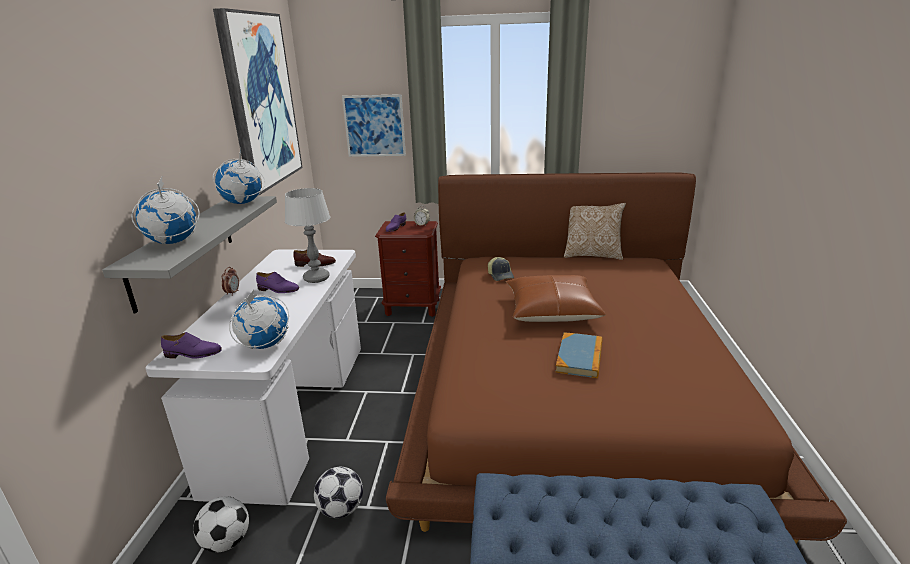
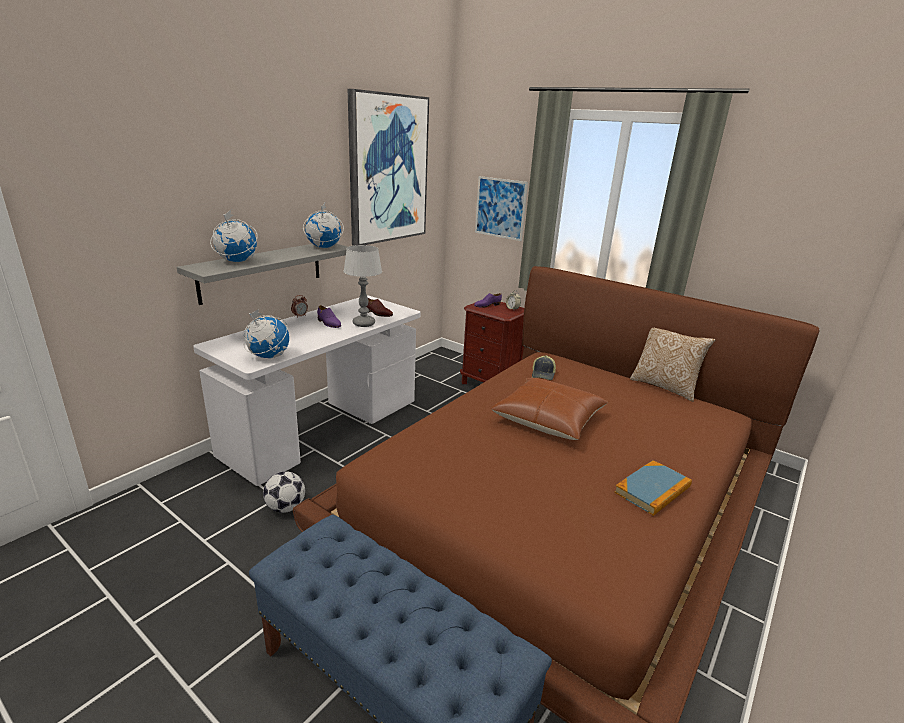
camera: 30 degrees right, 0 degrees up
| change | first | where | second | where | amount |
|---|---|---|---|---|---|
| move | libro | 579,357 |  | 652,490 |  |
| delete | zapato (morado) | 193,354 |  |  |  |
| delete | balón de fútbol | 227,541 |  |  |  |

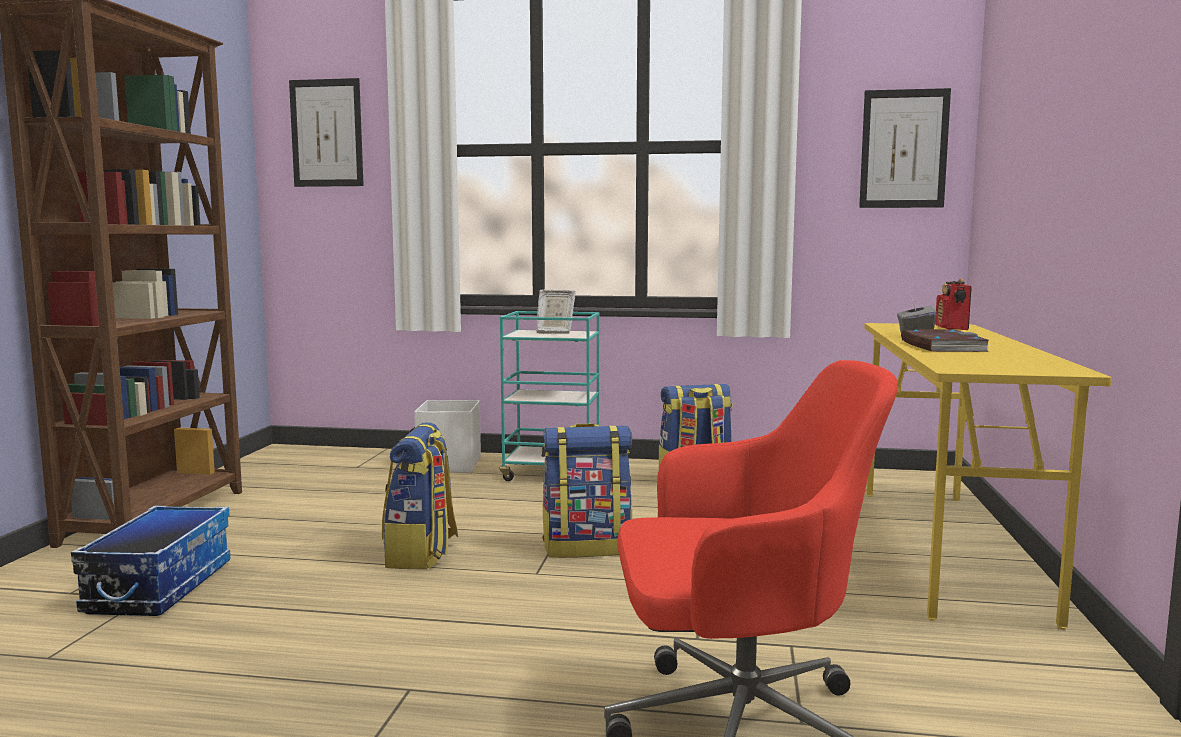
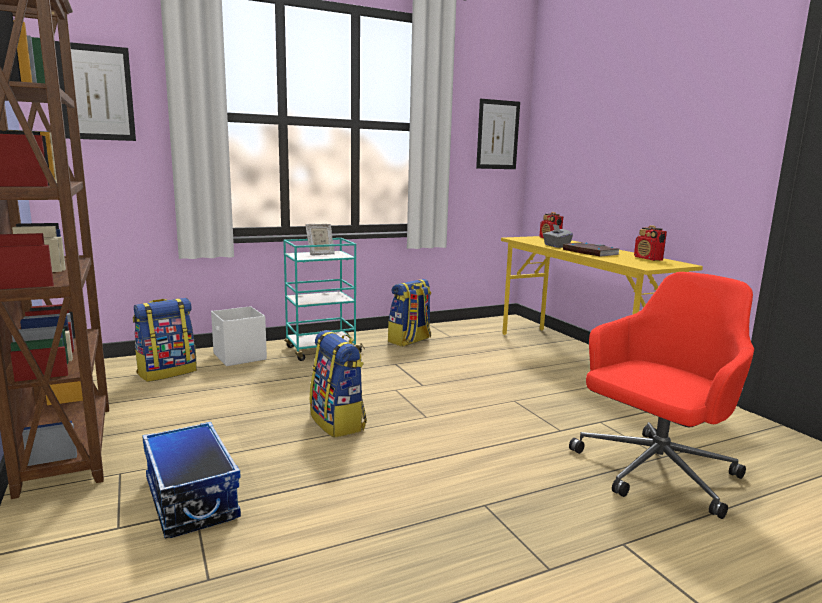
camera: 35 degrees left, 5 degrees up
| change | first | where | second | where | amount |
|---|---|---|---|---|---|
| move | mochila | 587,547 |  | 167,372 |  |
| insert |  |  | radio | 648,259 |  |

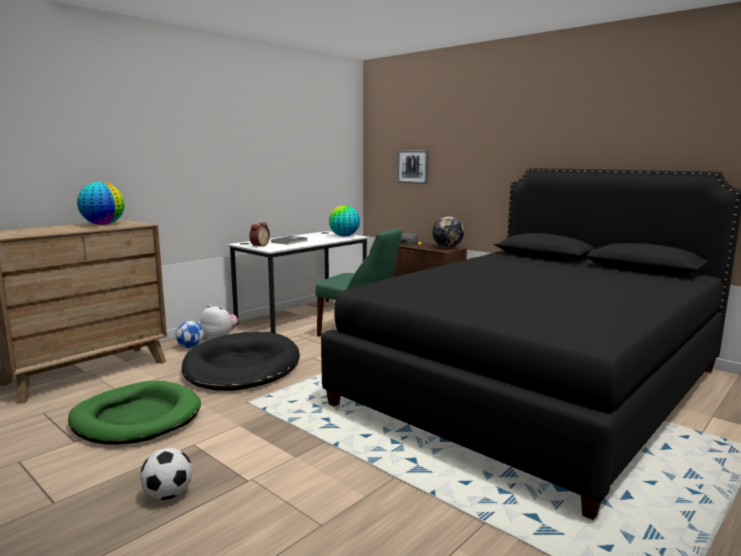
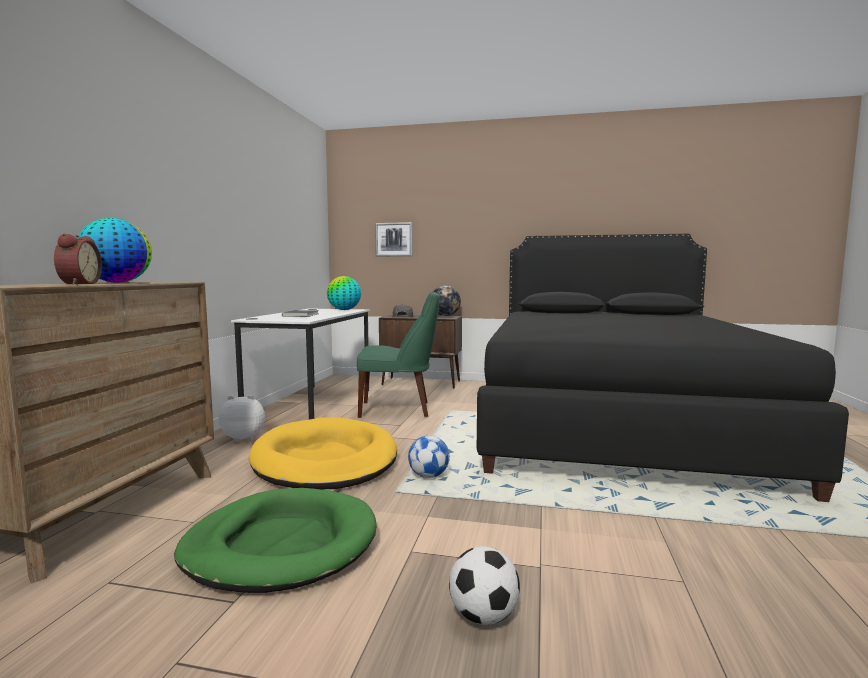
camera: 30 degrees left, 5 degrees down
| change | first | where | second | where | amount |
|---|---|---|---|---|---|
| move | despertador | 258,246 |  | 77,284 |  |
| recolor | cama para perro (negro) | 242,367 | cama para perro (amarillo) | 325,460 |  |
| move | balón de fútbol | 191,347 |  | 428,476 |  |

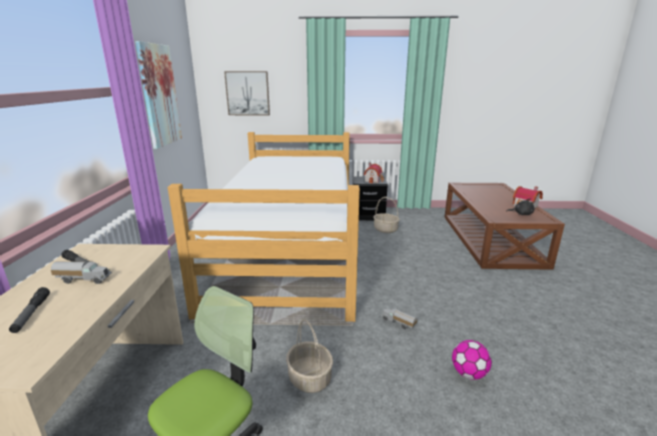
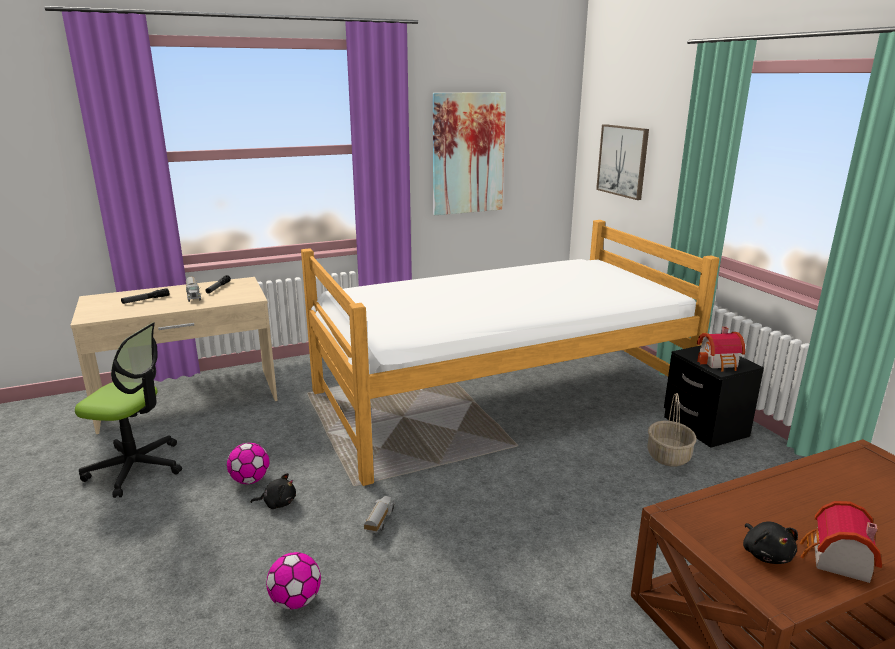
camera: 65 degrees right, 0 degrees up
| change | first | where | second | where | amount |
|---|---|---|---|---|---|
| replace | cesta | 309,378 | balón de fútbol | 250,480 |  |
| insert |  |  | peluche (negro) | 278,503 |  |

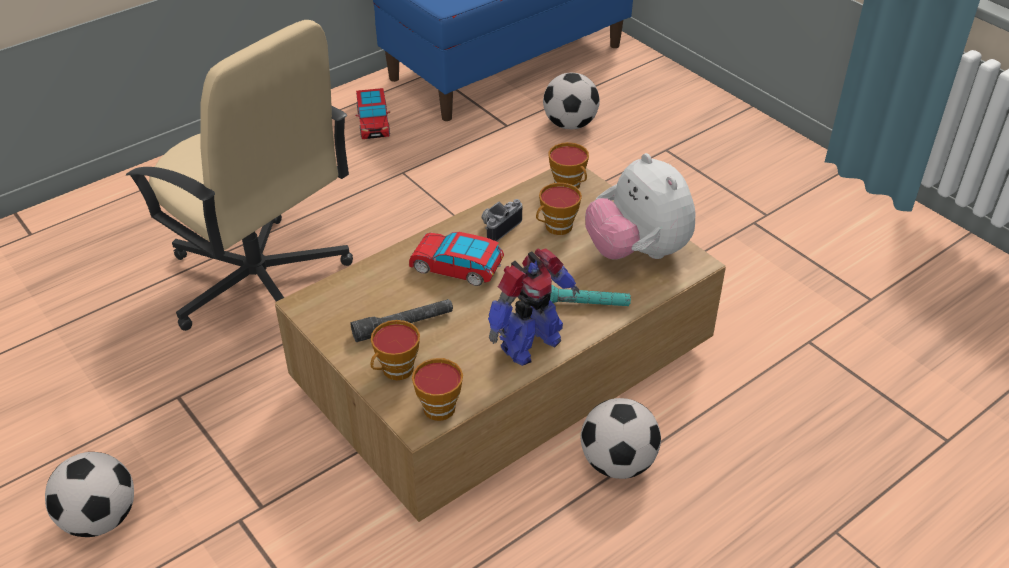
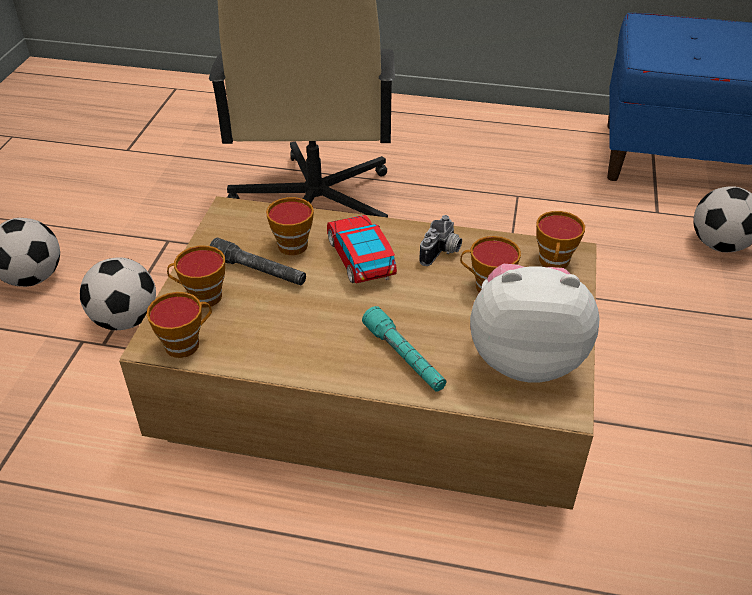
camera: 50 degrees right, 0 degrees up
| change | first | where | second | where | amount |
|---|---|---|---|---|---|
| move | balón de fútbol | 617,463 |  | 125,320 |  |
| insert |  |  | taza | 289,244 |  |
| rotate | cámara | 498,226 |  | 442,253 | 120 degrees clockwise |
| rotate | peluche | 637,252 |  | 525,356 | 75 degrees clockwise |
| delete | coche de juguete | 373,122 |  |  |  |
| delete | robot de juguete | 529,344 |  |  |  |

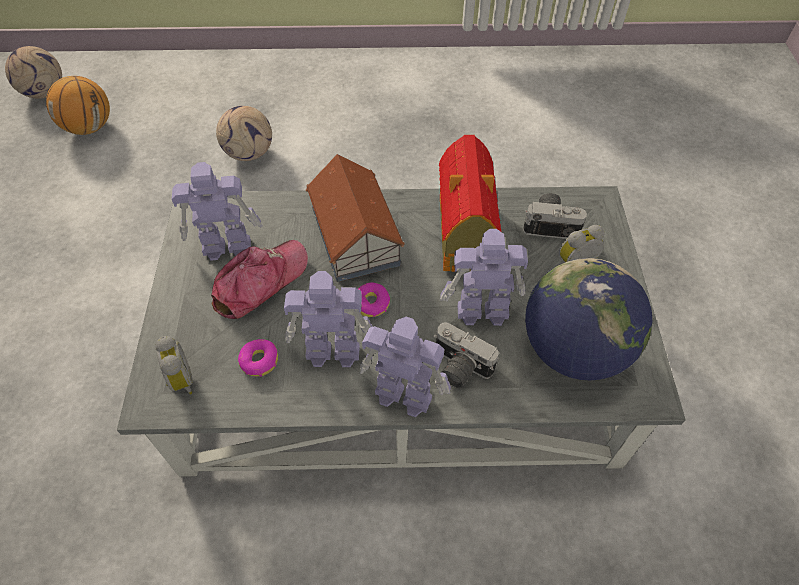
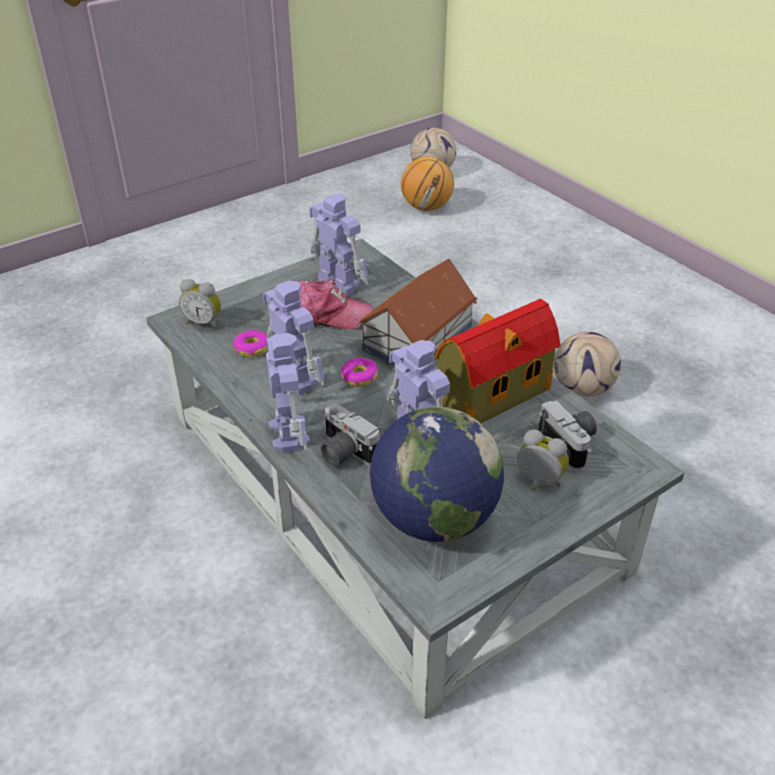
camera: 55 degrees right, 15 degrees down
| change | first | where | second | where | amount |
|---|---|---|---|---|---|
| rotate | despertador | 179,380 |  | 204,322 | 75 degrees clockwise |
| rotate | cámara | 458,368 |  | 343,453 | 45 degrees counterclockwise |
| move | balón de fútbol | 250,153 |  | 583,389 |  |

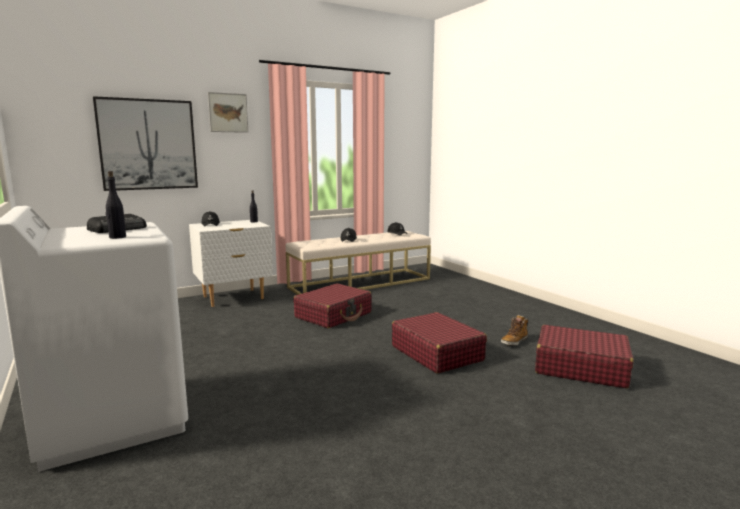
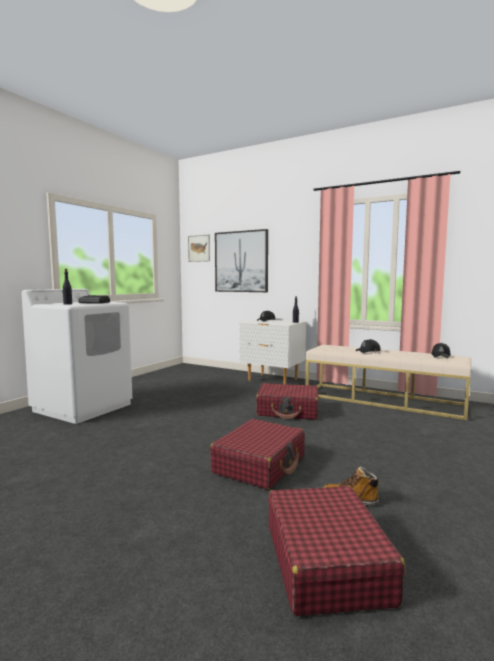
camera: 60 degrees right, 5 degrees down
| change | first | where | second | where | amount |
|---|---|---|---|---|---|
| move | cuadro | 228,112 |  | 199,248 |  |

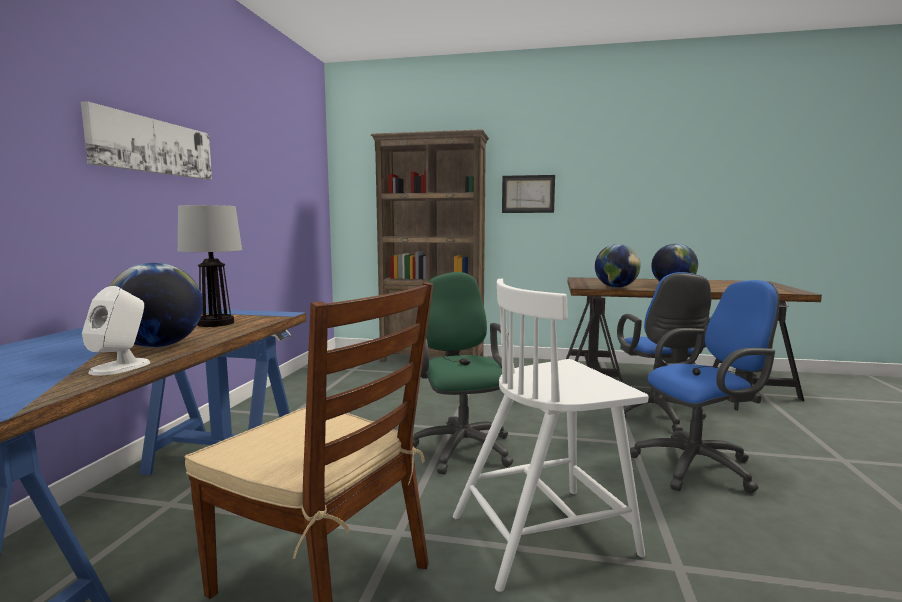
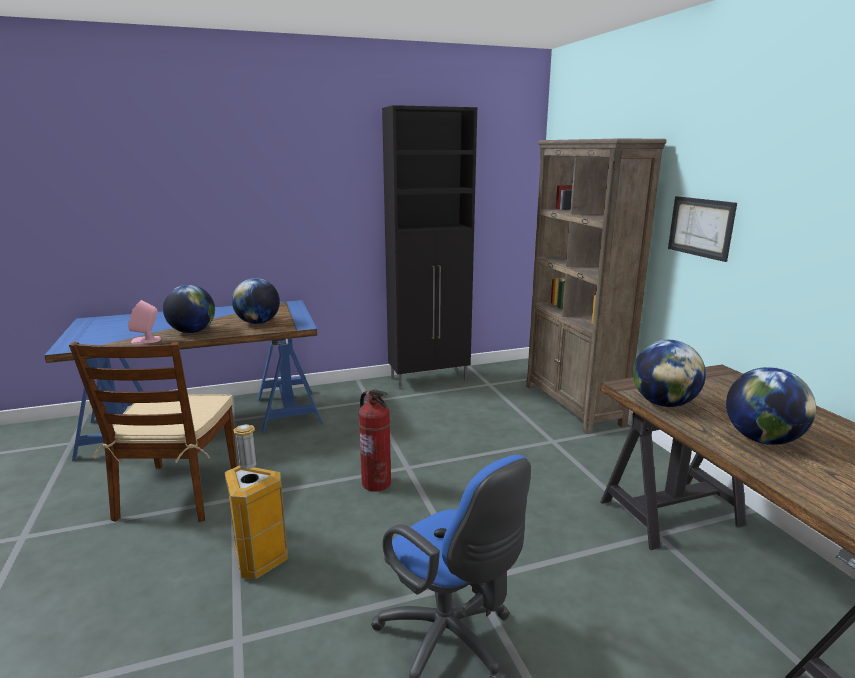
camera: 60 degrees right, 10 degrees up
| change | first | where | second | where | amount |
|---|---|---|---|---|---|
| recolor | altavoz (blanco) | 121,367 | altavoz (rosa) | 146,340 |  |
| replace | silla (blanco) | 546,534 | papelera | 258,560 |  |
| replace | lámpara de mesa | 216,323 | globo terráqueo | 258,323 |  |
| replace | silla de oficina (verde) | 461,446 | extintor | 376,483 |  |
| insert |  |  | armario (negro) | 430,379 |  |
| delete | cuadro | 153,146 |  |  |  |
| delete | silla de oficina (azul) | 656,416 |  |  |  |

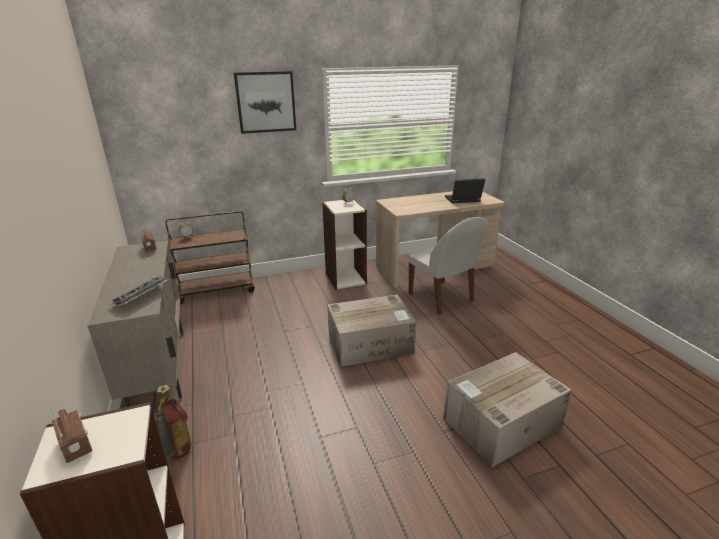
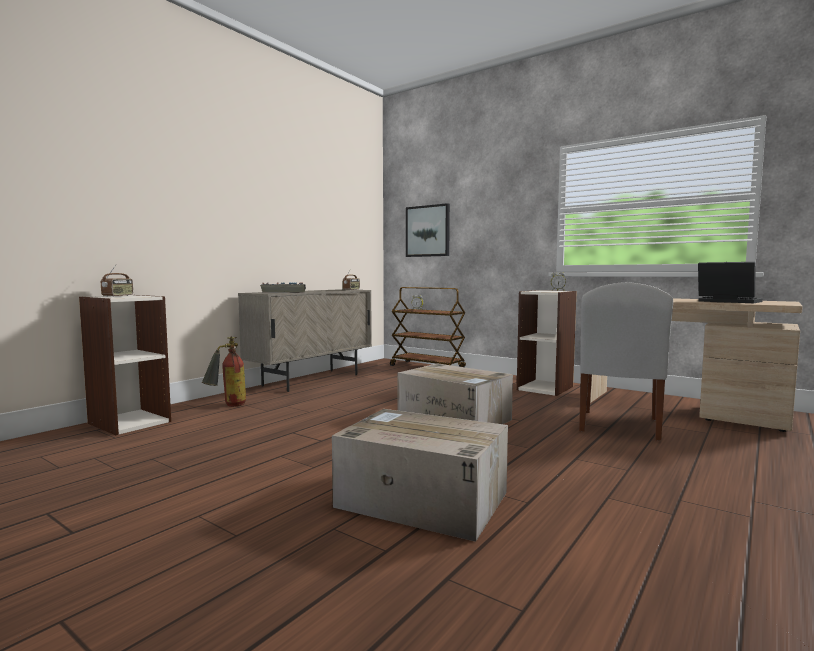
camera: 55 degrees right, 20 degrees down
| change | first | where | second | where | amount |
|---|---|---|---|---|---|
| move | cuadro | 266,102 |  | 428,231 |  |

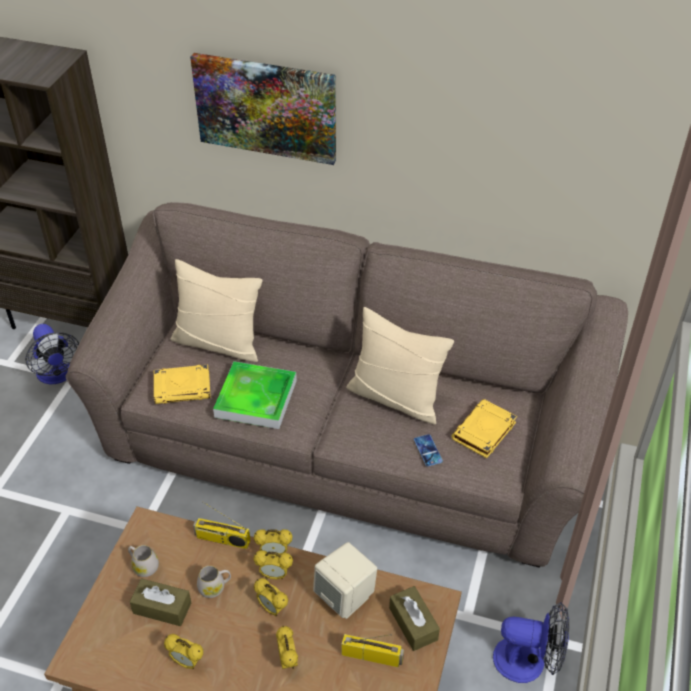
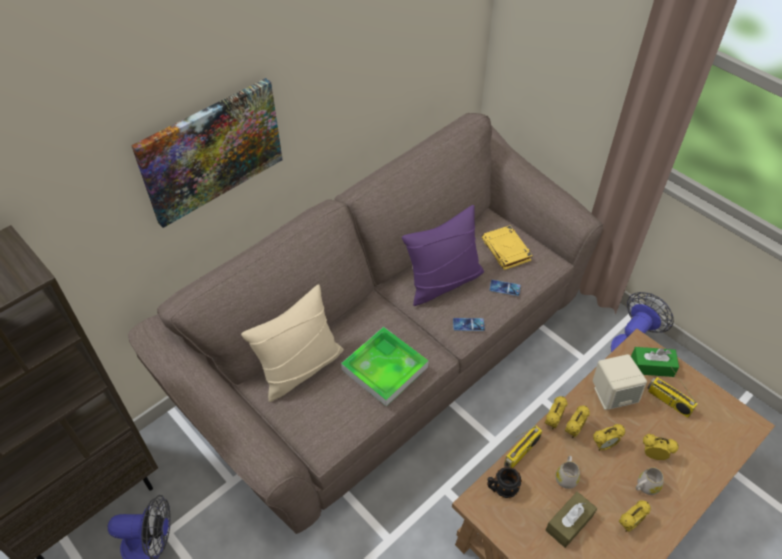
camera: 60 degrees left, 5 degrees up
| change | first | where | second | where | amount |
|---|---|---|---|---|---|
| recolor | cojín (beis) | 396,398 | cojín (morado) | 443,282 |  |
| insert |  |  | móvil | 468,324 |  |
| insert |  |  | taza grande (negro) | 501,489 |  |
| recolor | caja de pañuelos (marrón) | 413,624 | caja de pañuelos (verde) | 652,366 |  |
| move | taza grande (blanco) | 143,566 |  | 645,487 |  |
| rotate | radio | 372,655 |  | 668,401 | 90 degrees counterclockwise |
| delete | libro (amarillo) | 183,387 |  |  |  |

